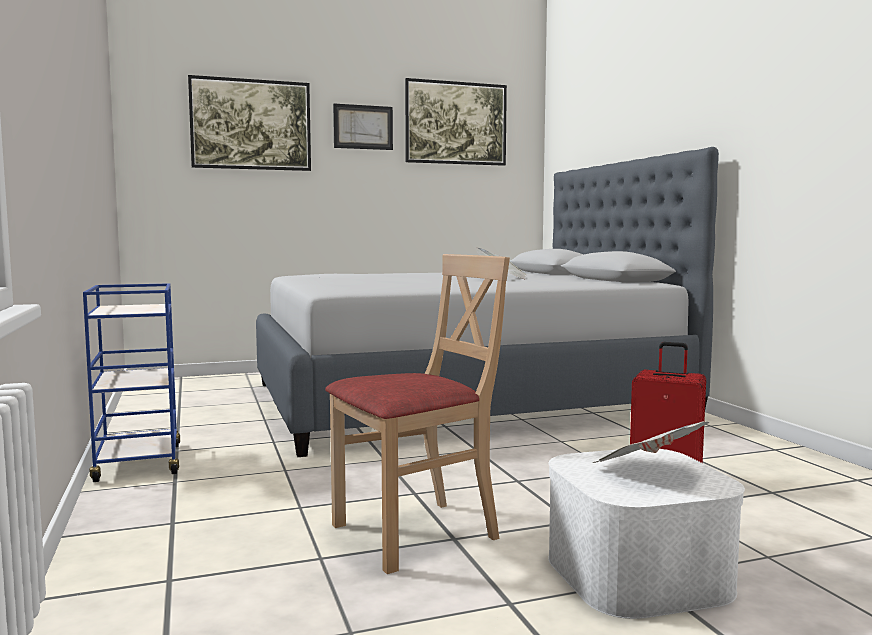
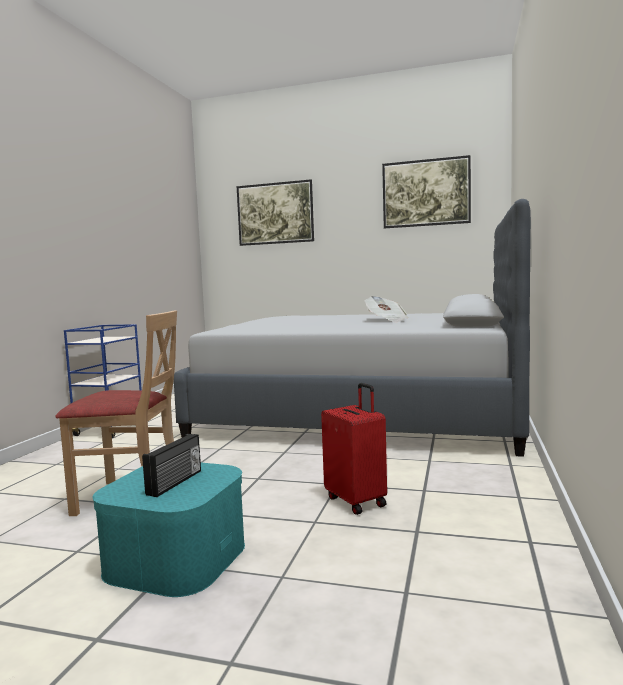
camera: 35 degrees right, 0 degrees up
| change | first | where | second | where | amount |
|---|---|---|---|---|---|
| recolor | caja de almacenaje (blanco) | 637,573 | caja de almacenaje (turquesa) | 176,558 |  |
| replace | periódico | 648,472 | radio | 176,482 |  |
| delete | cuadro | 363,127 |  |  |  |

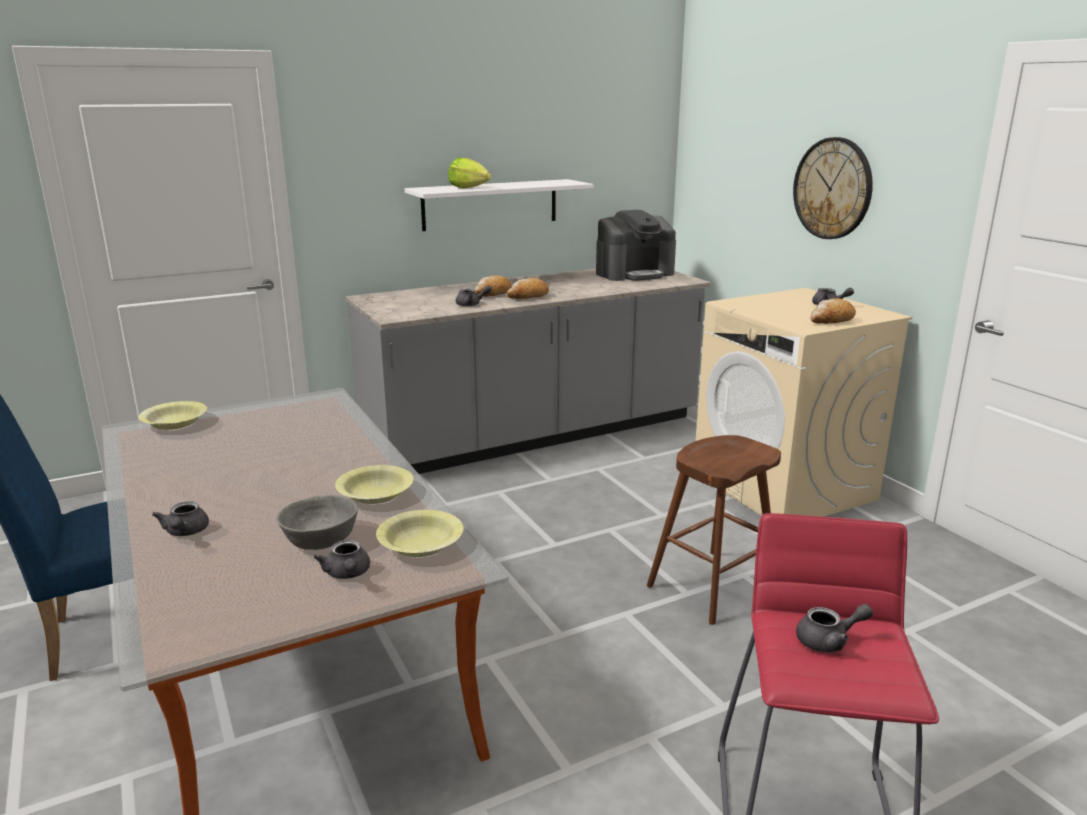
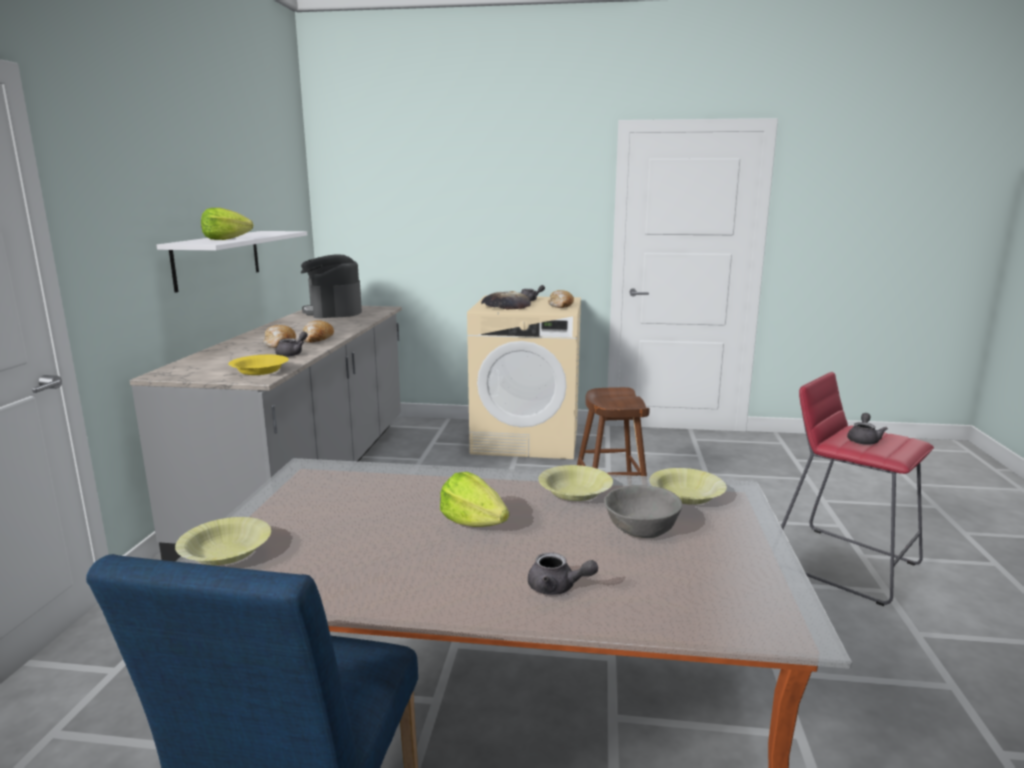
camera: 55 degrees left, 5 degrees down
| change | first | where | second | where | amount |
|---|---|---|---|---|---|
| insert |  |  | cuenco (amarillo) | 259,371 |  |
| rotate | cafetera | 634,273 |  | 333,311 | 150 degrees clockwise |
| insert |  |  | lechuga | 473,522 |  |
| insert |  |  | pan | 505,306 |  |
| delete | tetera (gris) | 347,574 |  |  |  |
| delete | reloj de pared | 832,188 |  |  |  |

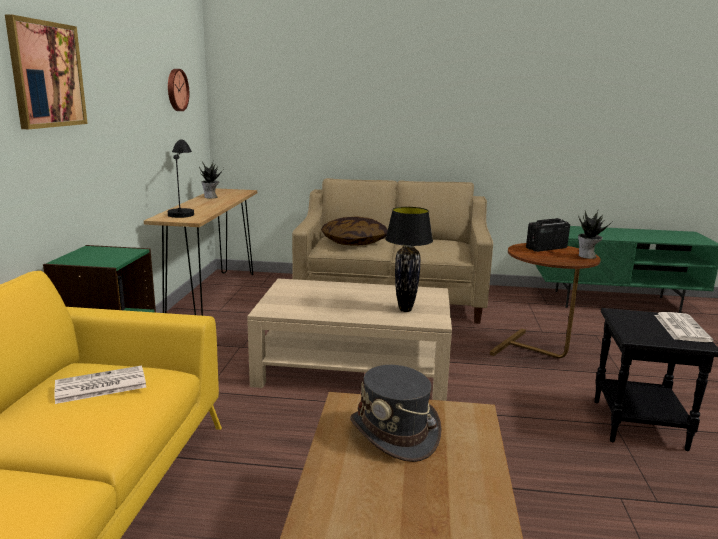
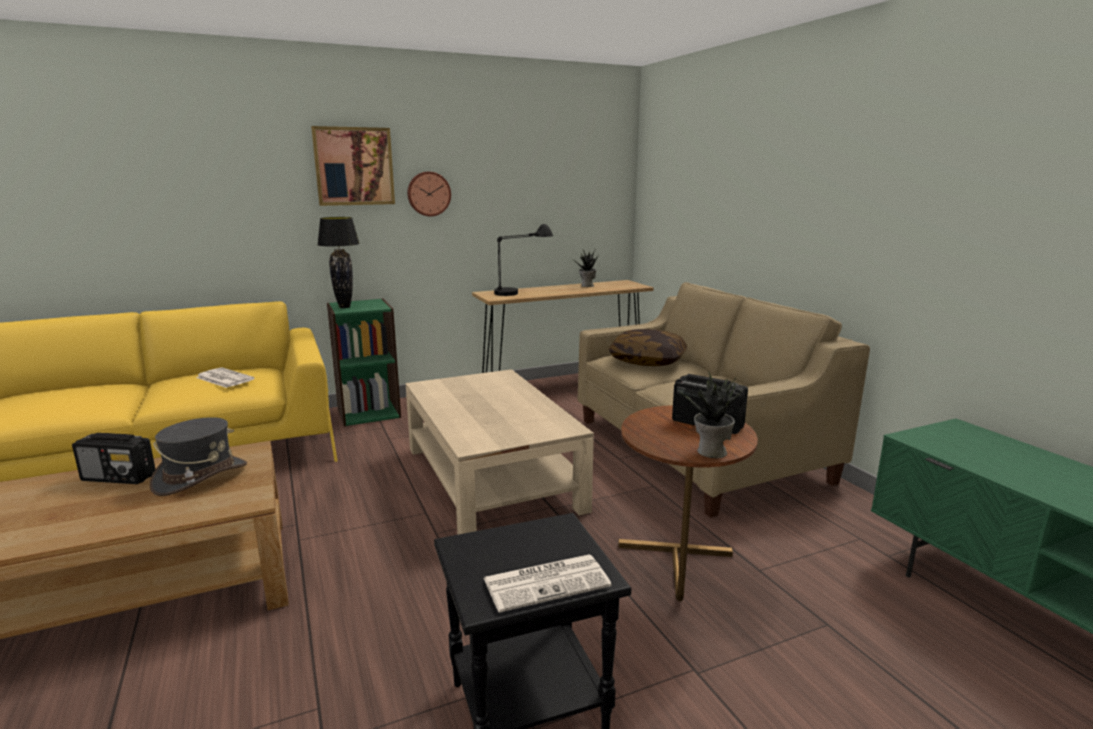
camera: 60 degrees right, 0 degrees up
| change | first | where | second | where | amount |
|---|---|---|---|---|---|
| insert |  |  | radio | 119,478 |  |
| move | lámpara de mesa (negro) | 405,310 |  | 345,307 |  |
| move | reloj de pared | 176,90 |  | 428,194 |  |

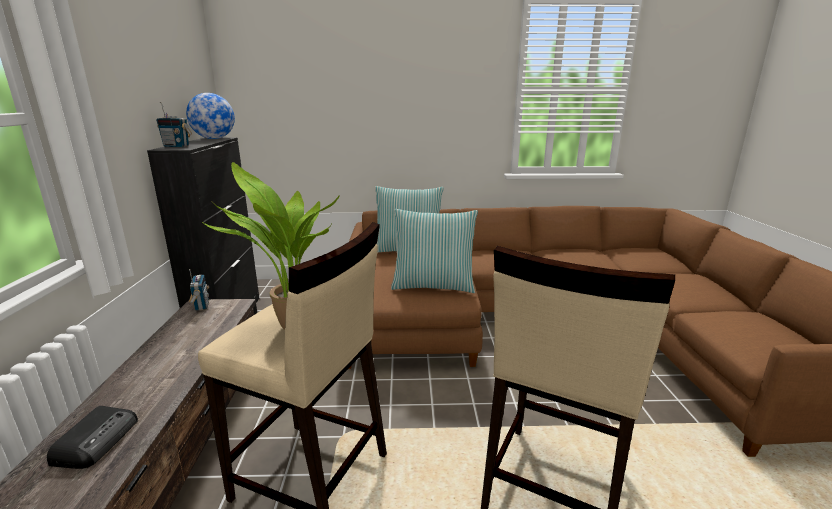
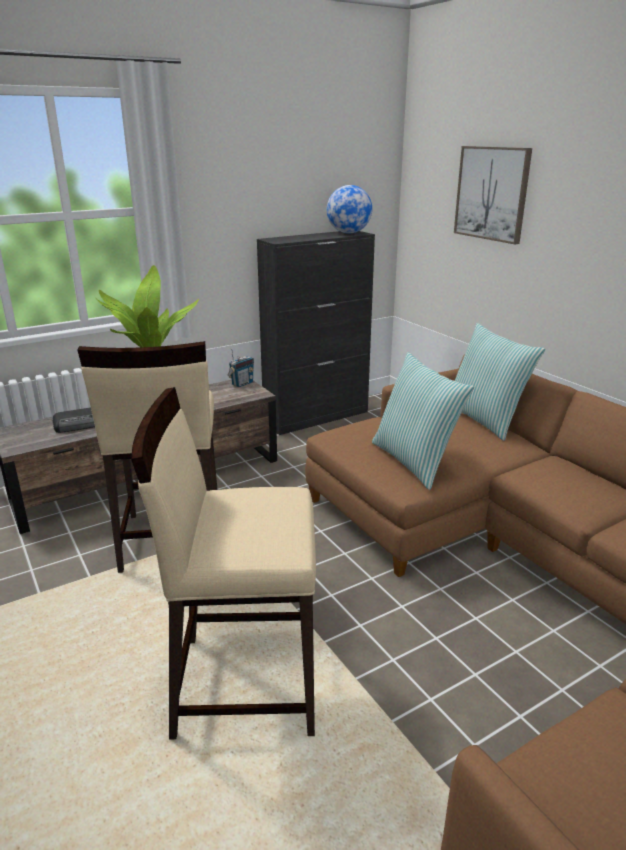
camera: 60 degrees right, 5 degrees up
| change | first | where | second | where | amount |
|---|---|---|---|---|---|
| insert |  |  | cuadro | 492,193 |  |
| delete | radio | 176,146 |  |  |  |

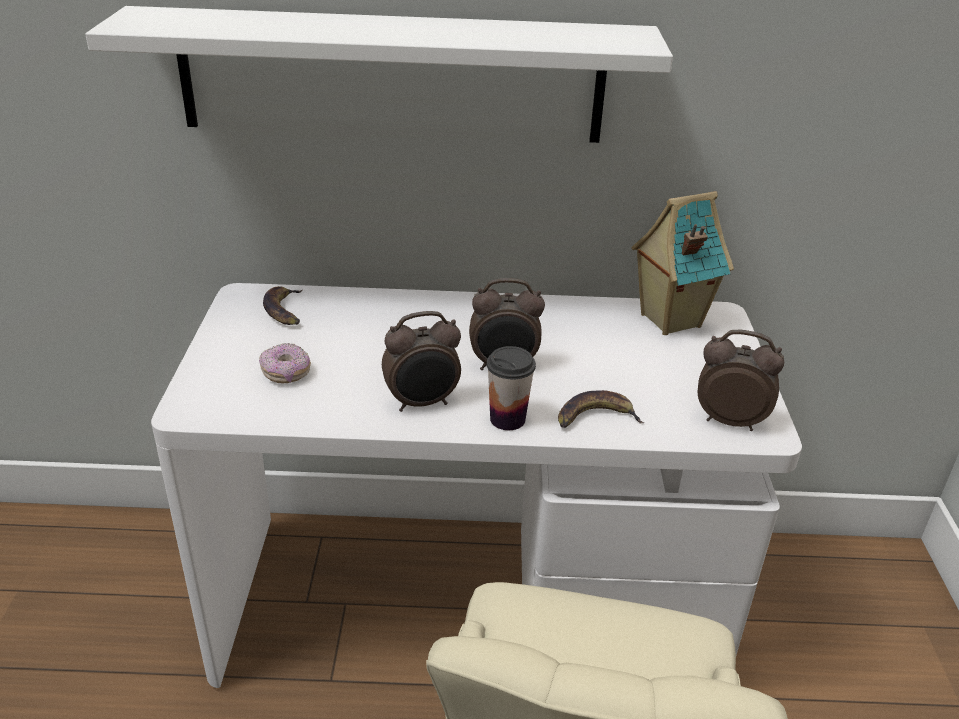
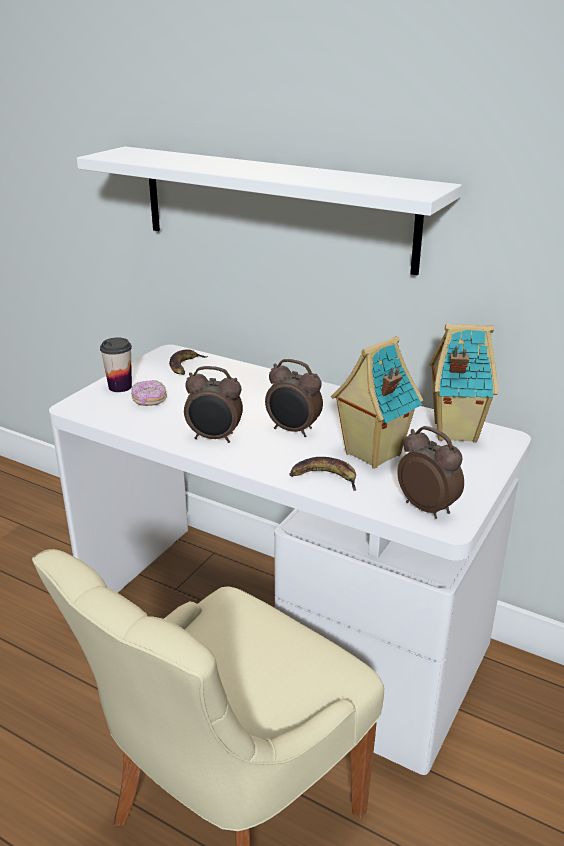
camera: 30 degrees right, 5 degrees down
| change | first | where | second | where | amount |
|---|---|---|---|---|---|
| move | taza | 507,419 |  | 120,387 |  |
| insert |  |  | casita | 371,454 |  |

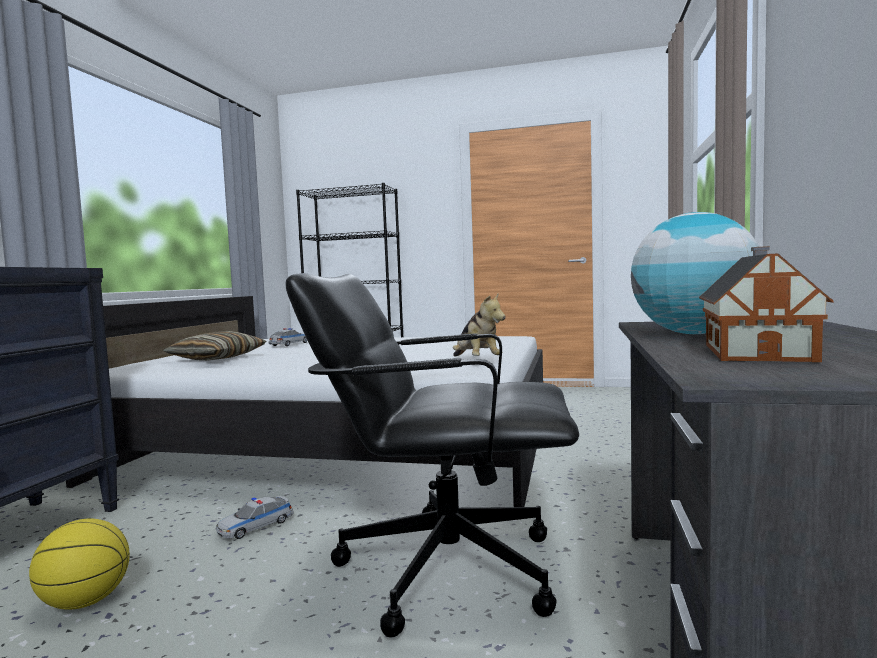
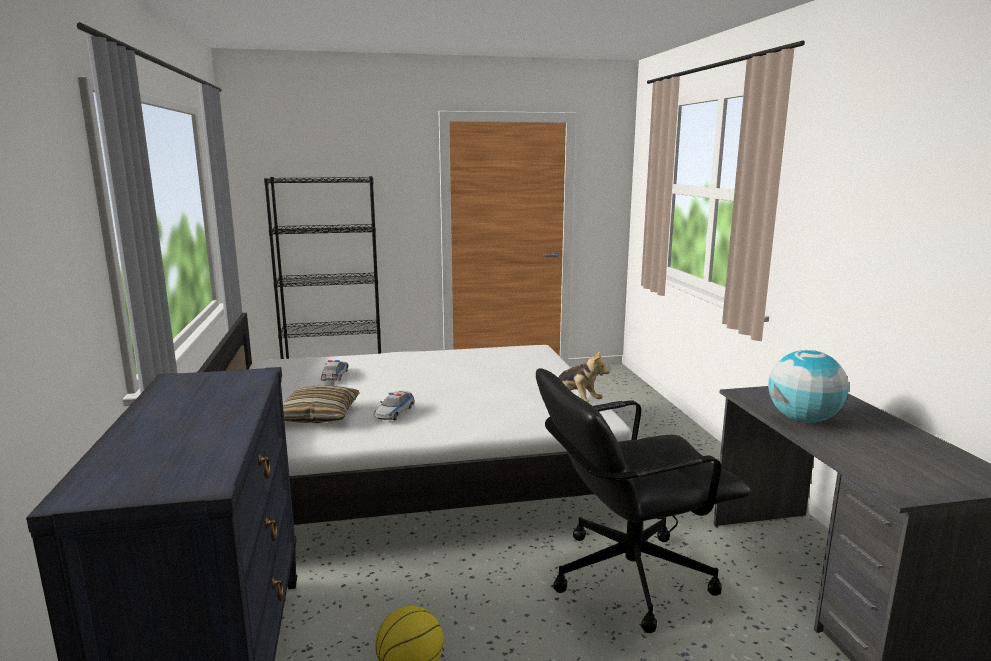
camera: 25 degrees left, 10 degrees up
| change | first | where | second | where | amount |
|---|---|---|---|---|---|
| move | coche de juguete | 256,526 |  | 394,412 |  |
| delete | casita | 757,351 |  |  |  |

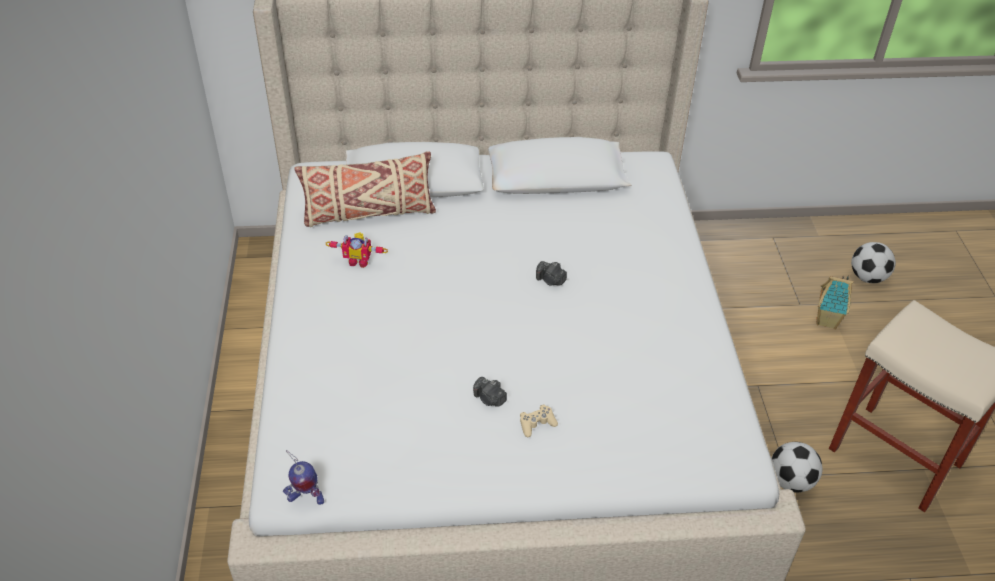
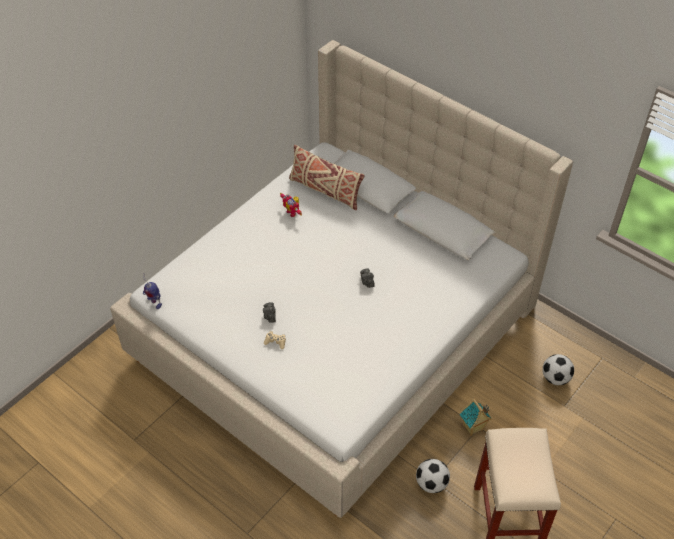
camera: 45 degrees right, 5 degrees up
| change | first | where | second | where | amount |
|---|---|---|---|---|---|
| move | casita | 827,321 |  | 473,428 |  |
| move | balón de fútbol | 867,277 |  | 555,378 |  |

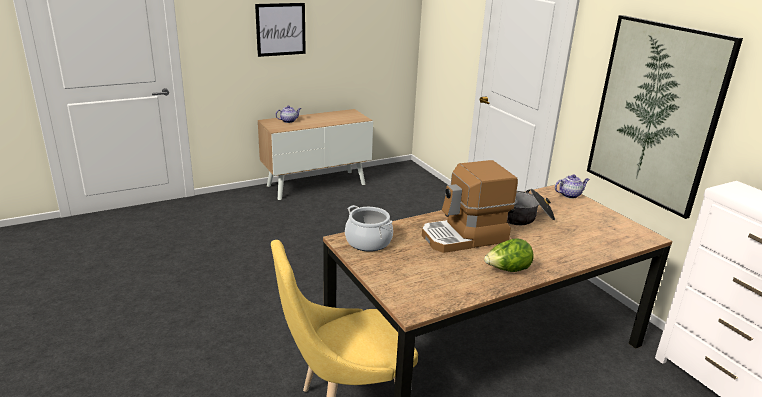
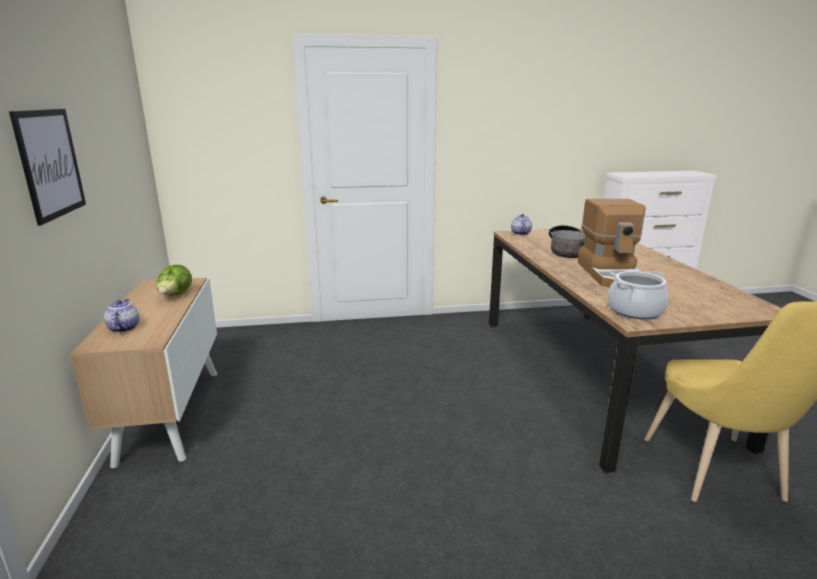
camera: 70 degrees left, 5 degrees down
| change | first | where | second | where | amount |
|---|---|---|---|---|---|
| move | lechuga | 507,270 |  | 175,296 |  |
| delete | cuadro | 655,114 |  |  |  |

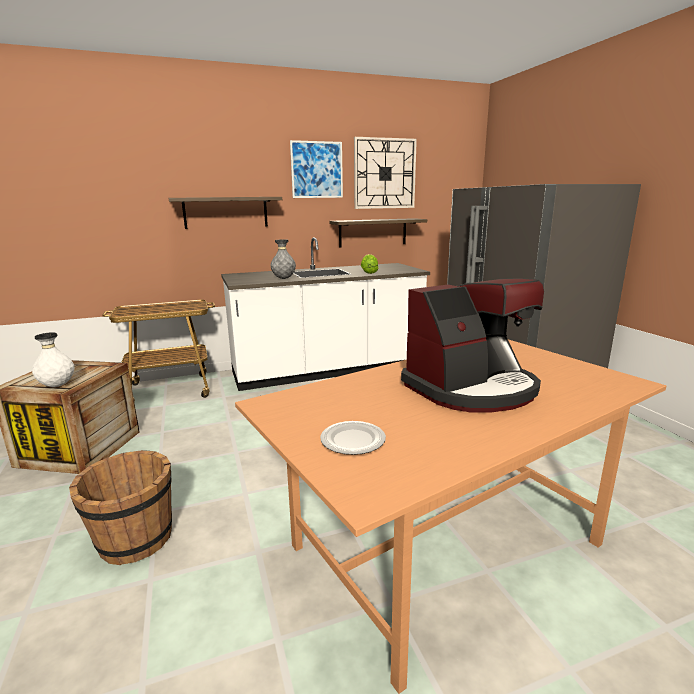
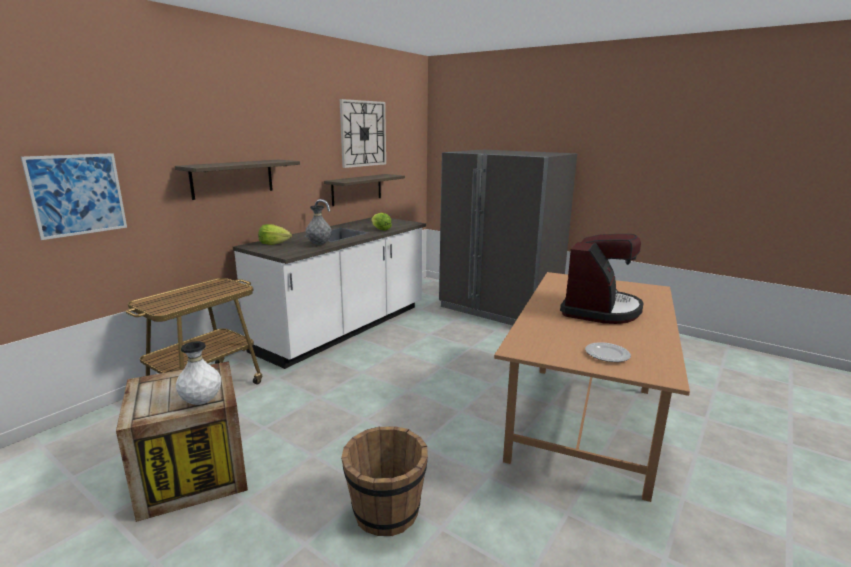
camera: 35 degrees left, 0 degrees up
| change | first | where | second | where | amount |
|---|---|---|---|---|---|
| move | cuadro | 317,170 |  | 78,195 |  |
| insert |  |  | lechuga | 274,244 |  |

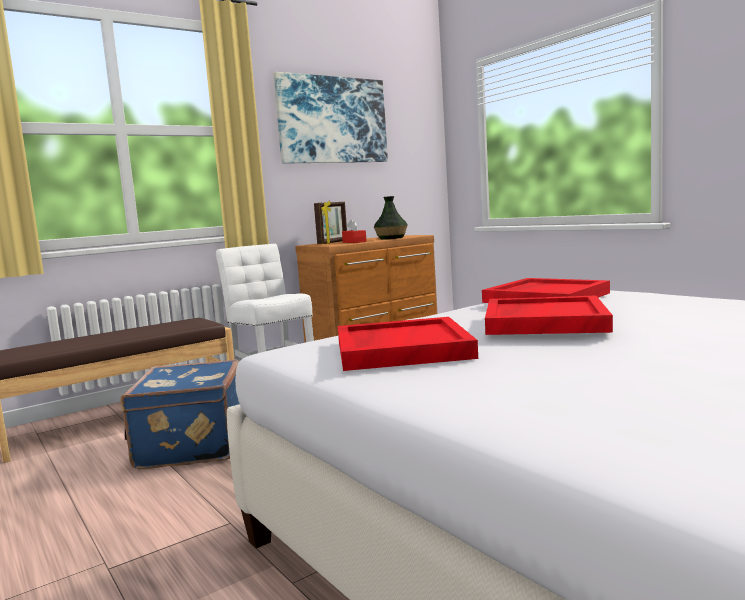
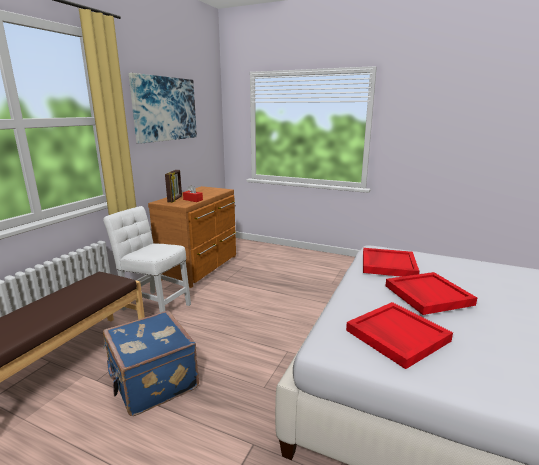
camera: 30 degrees left, 10 degrees up
| change | first | where | second | where | amount |
|---|---|---|---|---|---|
| delete | florero | 391,238 |  |  |  |

